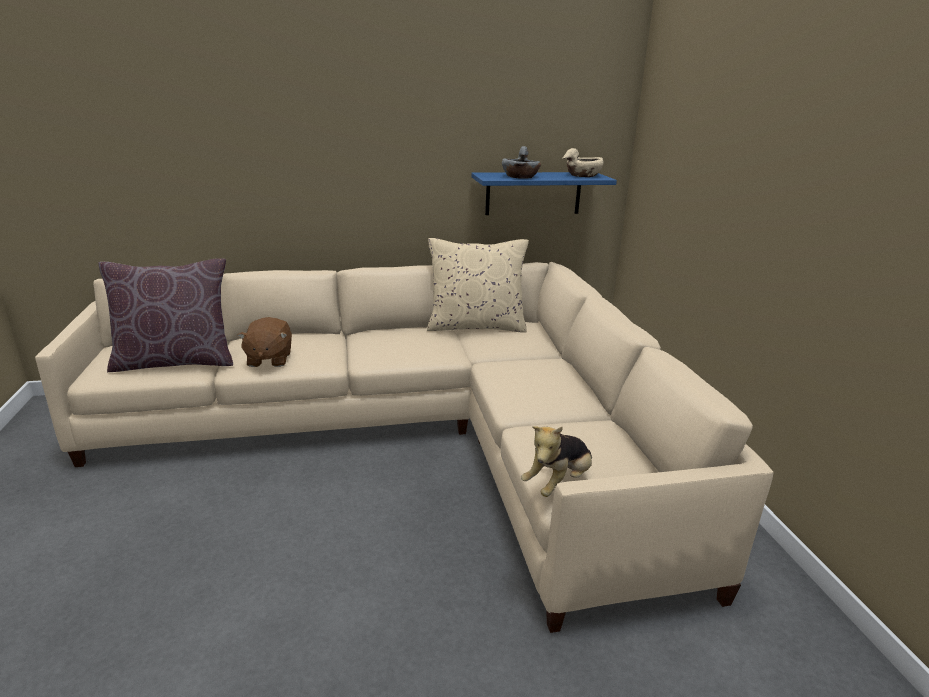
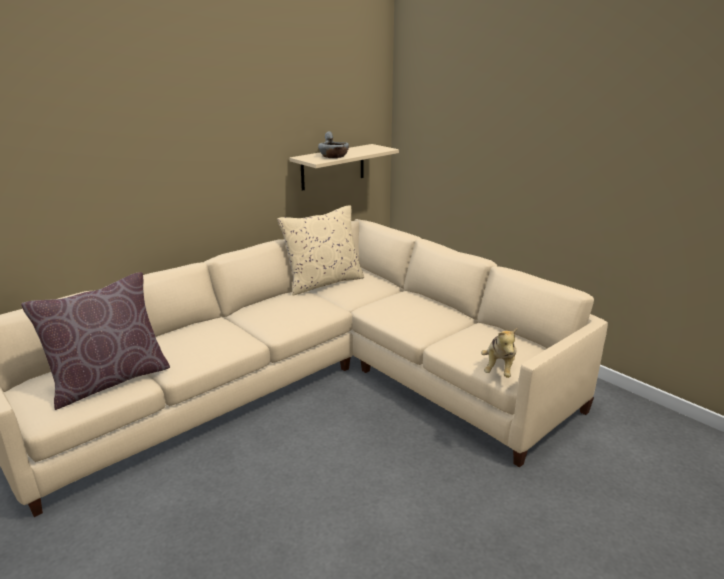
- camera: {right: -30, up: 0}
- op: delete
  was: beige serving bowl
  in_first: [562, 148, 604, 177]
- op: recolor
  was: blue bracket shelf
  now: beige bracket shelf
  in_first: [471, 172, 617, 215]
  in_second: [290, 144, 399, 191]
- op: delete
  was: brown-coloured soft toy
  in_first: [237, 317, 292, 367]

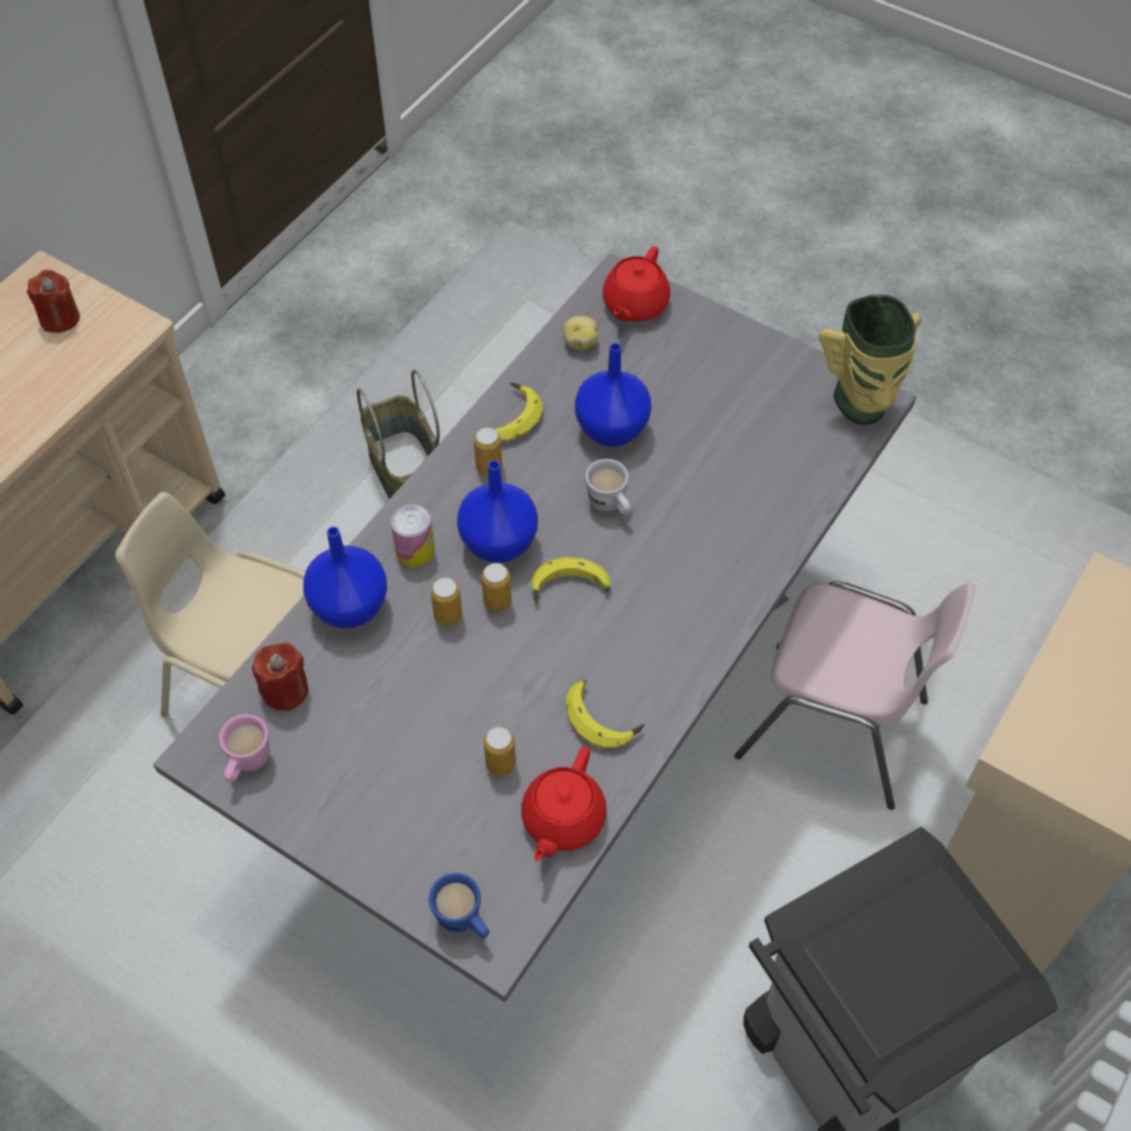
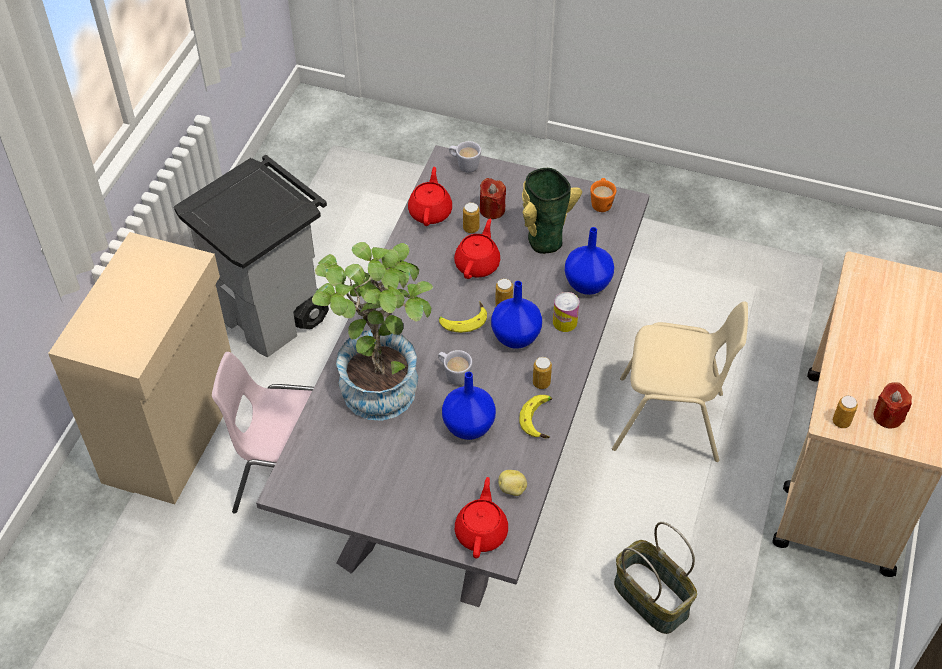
- camera: {right: 165, up: -5}
- op: move
  was: flower vase
  in_first: [819, 294, 921, 425]
  in_second: [522, 168, 583, 254]
- op: move
  was: can
  in_first: [431, 577, 462, 626]
  in_second: [833, 396, 858, 428]
- op: move
  was: red wax candle
  in_first: [252, 643, 308, 712]
  in_second: [480, 178, 506, 219]
- op: delete
  was: banana
  in_first: [566, 680, 644, 748]
- op: recolor
  was: pink tea mug
  now: orangey tea mug
  in_first: [219, 714, 270, 783]
  in_second: [590, 178, 616, 212]
- op: recolor
  was: blue tea mug
  now: whitish tea mug
  in_first: [429, 873, 489, 939]
  in_second: [449, 141, 481, 173]
- op: insert
  now: red pot for tea
  in_second: [454, 219, 500, 279]
- op: insert
  now: houseplant
  in_second: [312, 242, 433, 421]

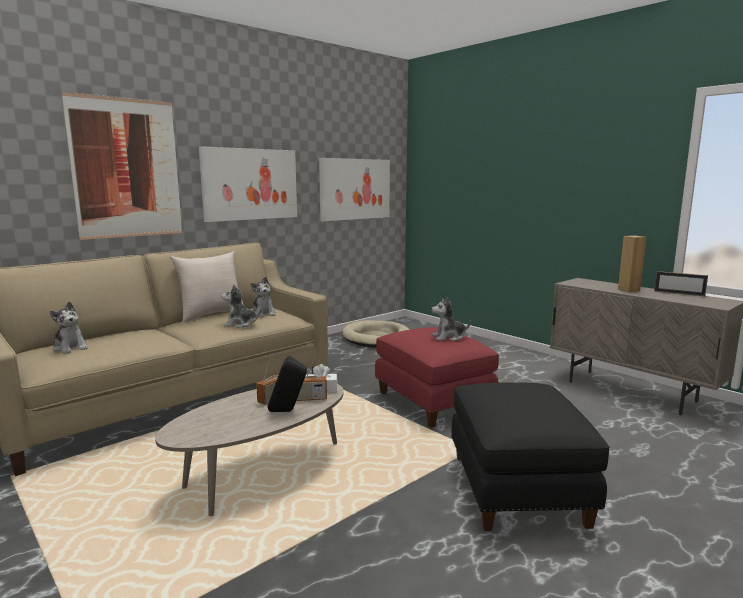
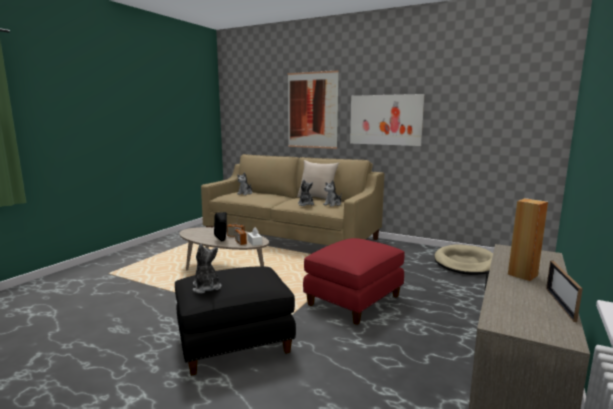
- camera: {right: 70, up: 0}
- op: delete
  was: wall picture
  in_first: [319, 158, 390, 221]
- op: move
  was: soft toy
  in_first: [431, 297, 471, 341]
  in_second: [192, 244, 222, 293]

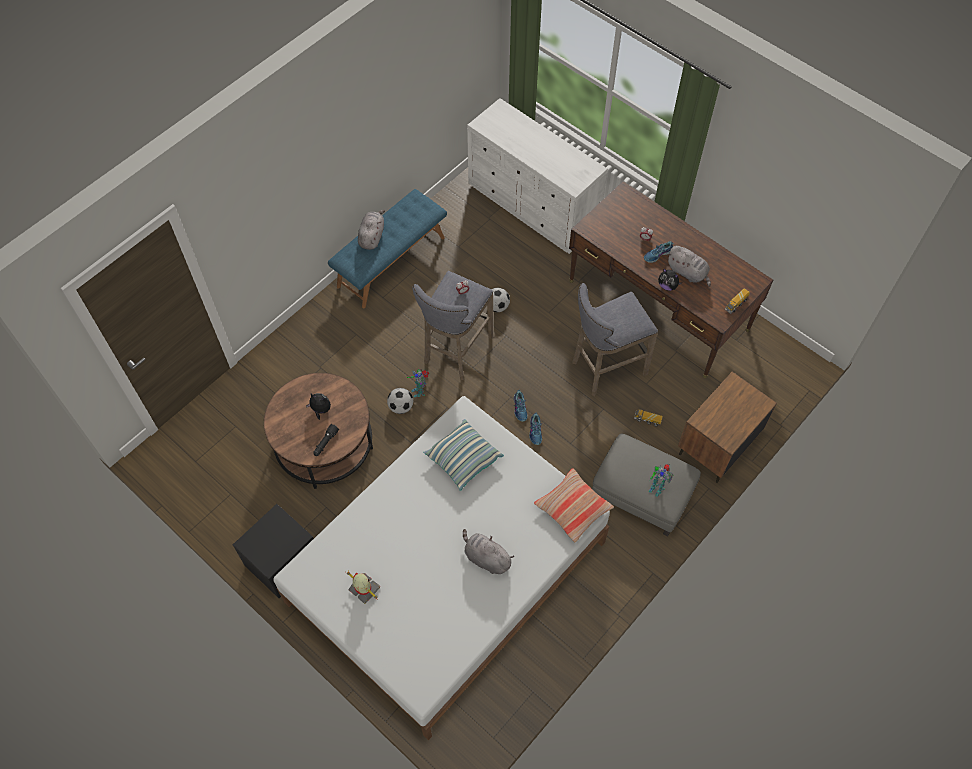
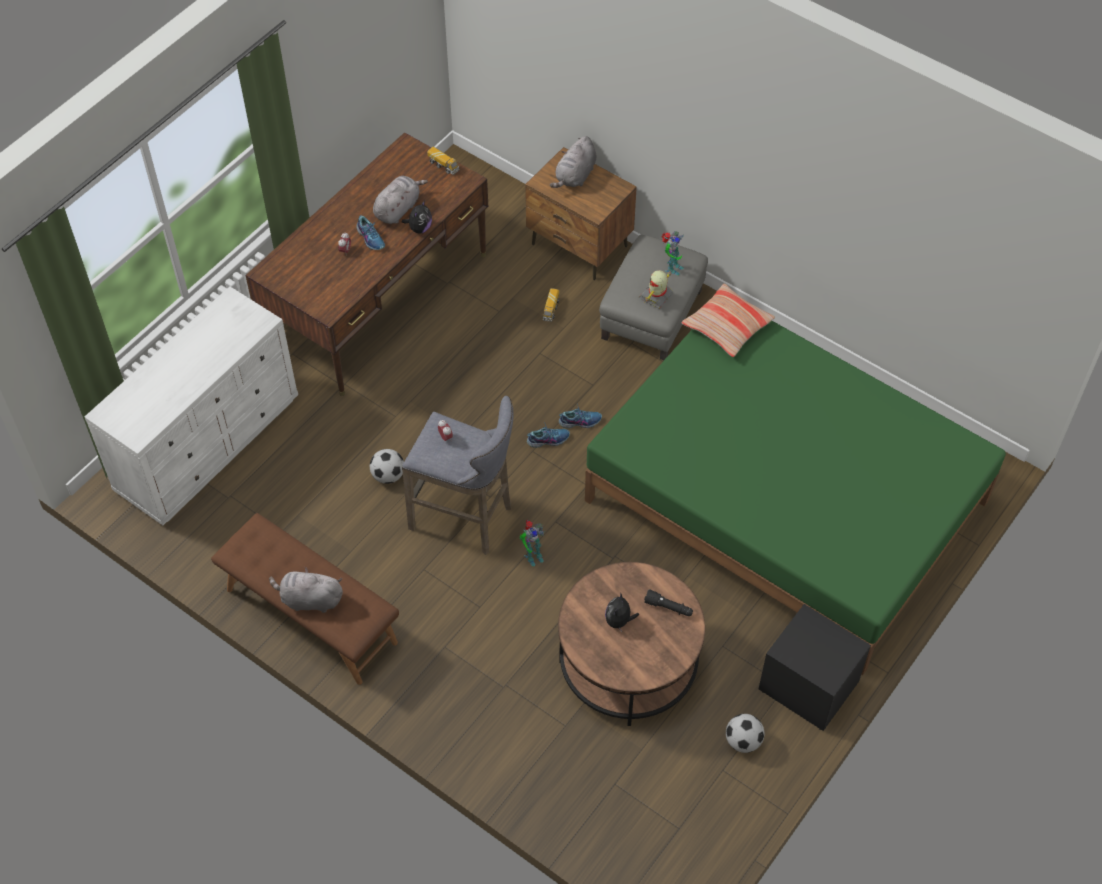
- camera: {right: -95, up: -5}
- op: recolor
  was: blue long seat
  now: brown-coloured long seat
  in_first: [328, 189, 447, 308]
  in_second: [211, 513, 399, 685]
- op: delete
  was: gray stool seat
  in_first: [573, 283, 658, 396]
- op: move
  was: ball for football
  in_first: [387, 388, 413, 414]
  in_second: [726, 714, 764, 753]
- op: recolor
  was: whitish sleeping bed
  now: green-coloured sleeping bed
  in_first: [273, 396, 610, 740]
  in_second: [585, 321, 1006, 675]
- op: delete
  was: pillow
  in_first: [423, 419, 504, 491]
- op: move
  was: gray soft toy
  in_first: [463, 529, 514, 574]
  in_second: [550, 136, 596, 188]
- op: move
  was: toy robot
  in_first: [347, 572, 381, 604]
  in_second: [639, 270, 673, 309]

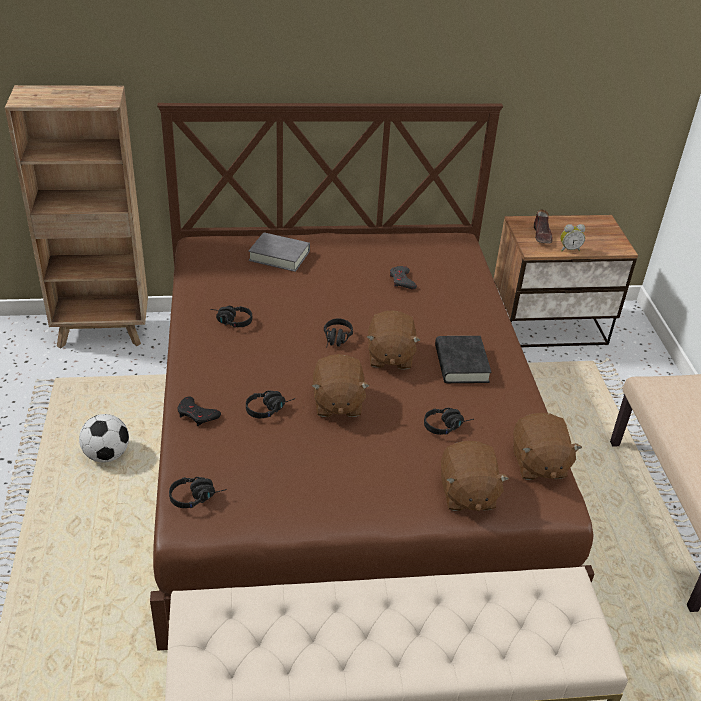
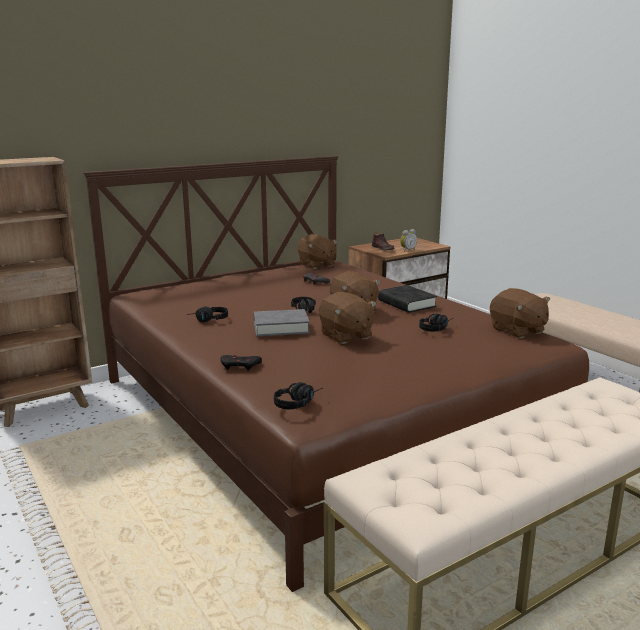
- camera: {right: -25, up: -20}
- op: move
  was: gray book
  in_first: [249, 232, 310, 272]
  in_second: [254, 309, 310, 336]
- op: delete
  was: blackish headset
  in_first: [246, 391, 296, 418]
- op: delete
  was: ball for football
  in_first: [79, 414, 129, 463]
- op: move
  was: brown-coloured soft toy
  in_first: [441, 441, 509, 511]
  in_second: [298, 234, 338, 269]

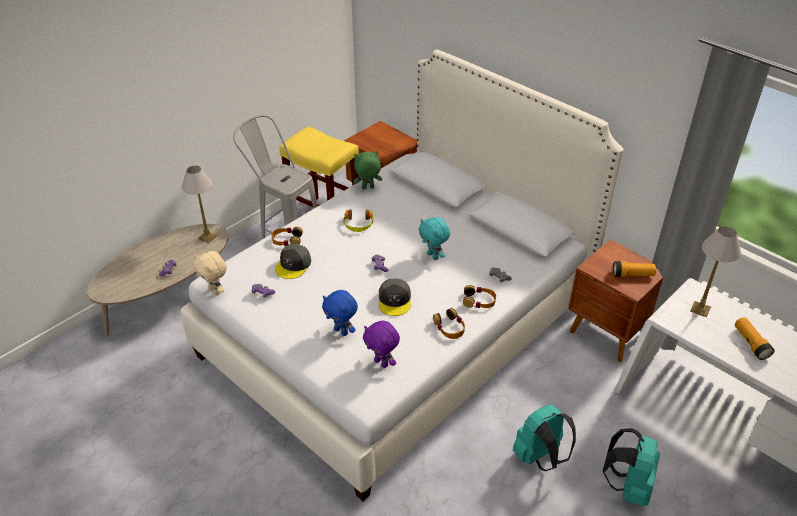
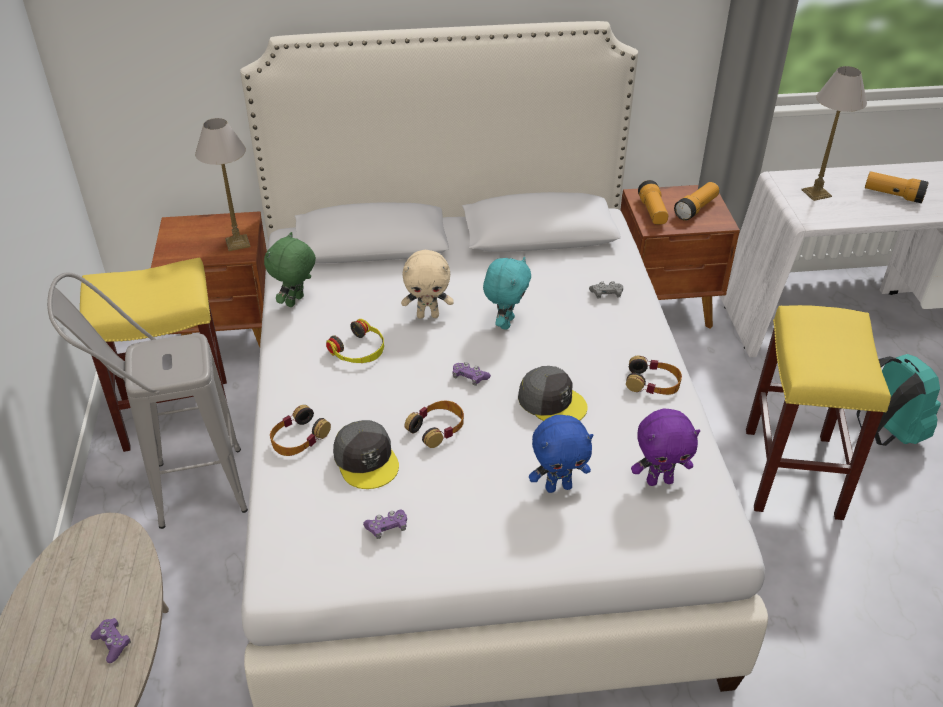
- camera: {right: -50, up: 0}
- op: move
  was: tabletop lamp
  in_first: [182, 166, 217, 243]
  in_second: [195, 118, 250, 251]
- op: rotate
  was: turquoise soft toy
  in_first: [419, 217, 450, 260]
  in_second: [483, 257, 531, 330]
  clockwise: -75
- op: move
  was: beige soft toy
  in_first: [193, 251, 227, 296]
  in_second: [401, 250, 454, 319]
- op: move
  was: headset
  in_first: [463, 285, 496, 308]
  in_second: [404, 400, 464, 448]
- op: replace
  was: turquoise backpack
  now: yellowish stool seat
  in_first: [512, 404, 576, 471]
  in_second: [746, 305, 891, 520]
- op: insert
  now: hand torch
  in_second: [638, 180, 668, 225]

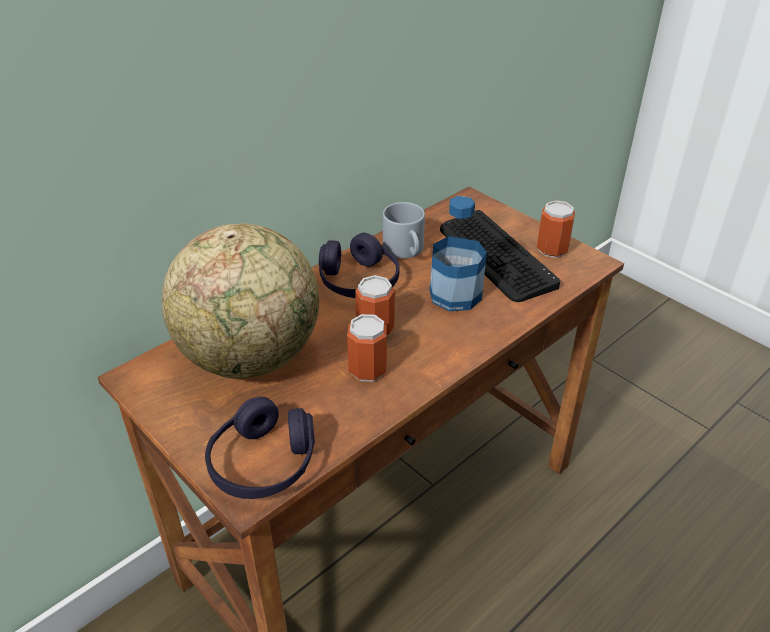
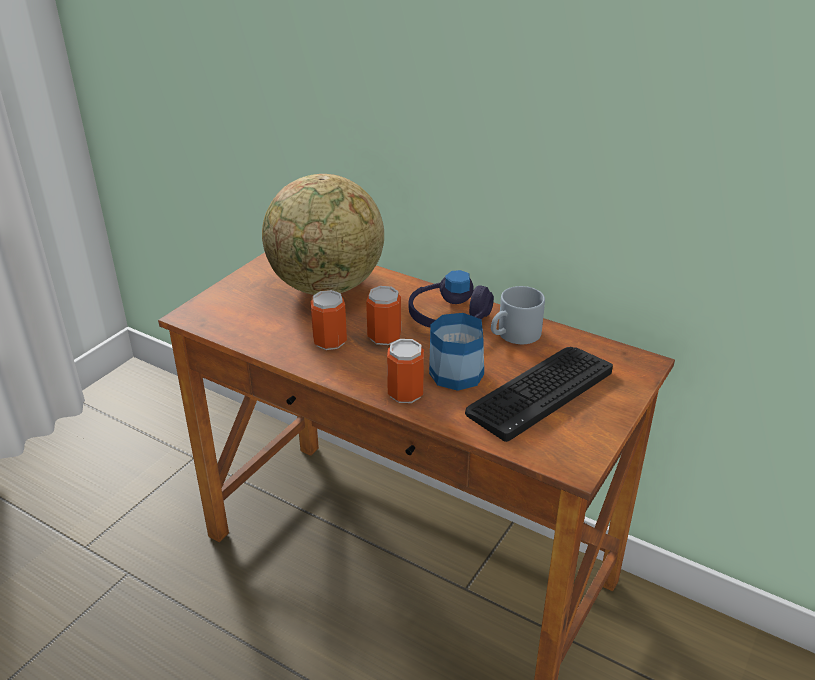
- camera: {right: 75, up: -5}
- op: move
  was: can
  in_first: [537, 200, 575, 258]
  in_second: [387, 339, 424, 403]
- op: delete
  was: purple-coloured headset
  in_first: [205, 397, 315, 499]

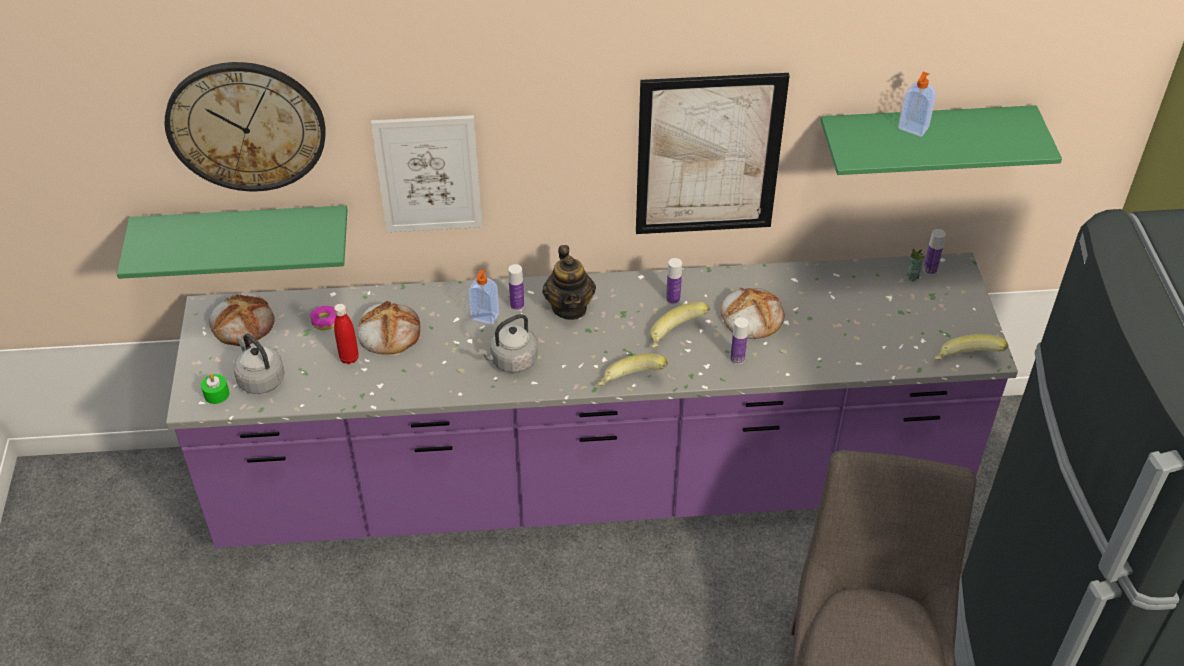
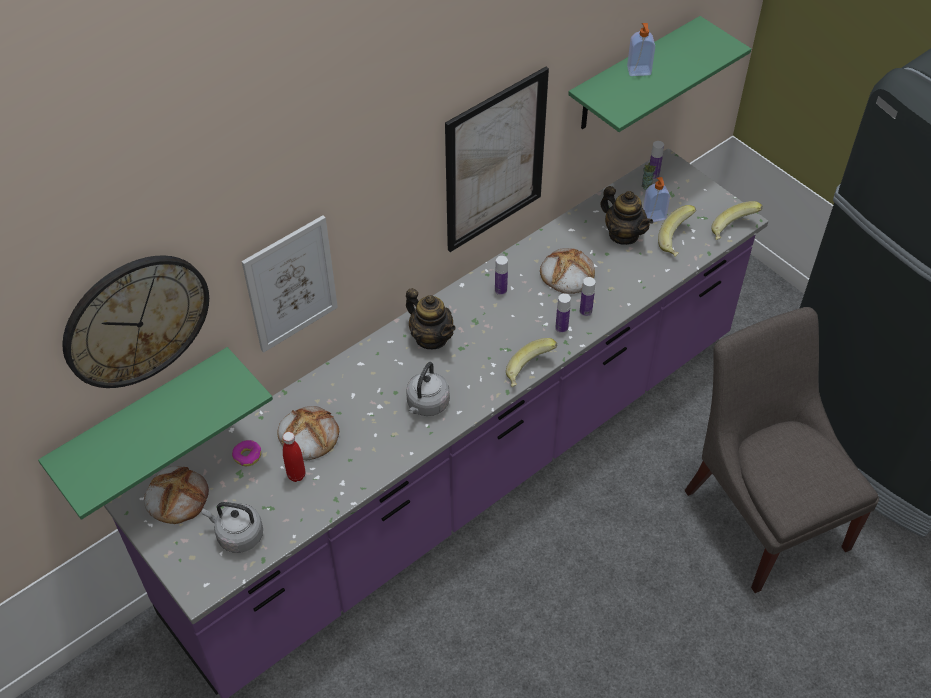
- camera: {right: -35, up: 5}
- op: move
  was: beverage bottle
  in_first: [508, 264, 524, 311]
  in_second: [555, 293, 571, 333]
- op: move
  was: soap dispenser
  in_first: [468, 269, 499, 325]
  in_second: [643, 177, 670, 222]
- op: move
  was: banana
  in_first: [650, 302, 710, 348]
  in_second: [658, 205, 696, 257]
- op: delete
  was: green-coloured wax candle
  in_first: [201, 374, 229, 404]
- op: insert
  now: pot for tea
  in_second: [600, 186, 653, 245]

